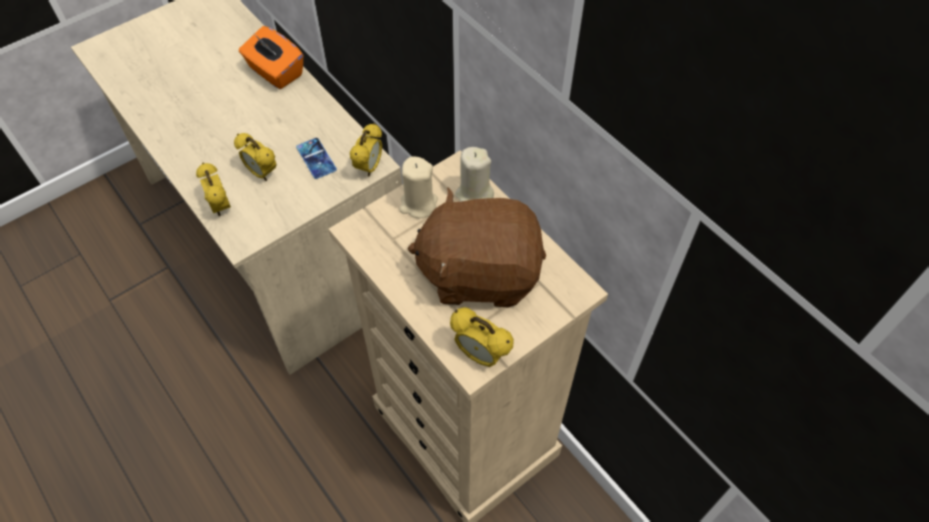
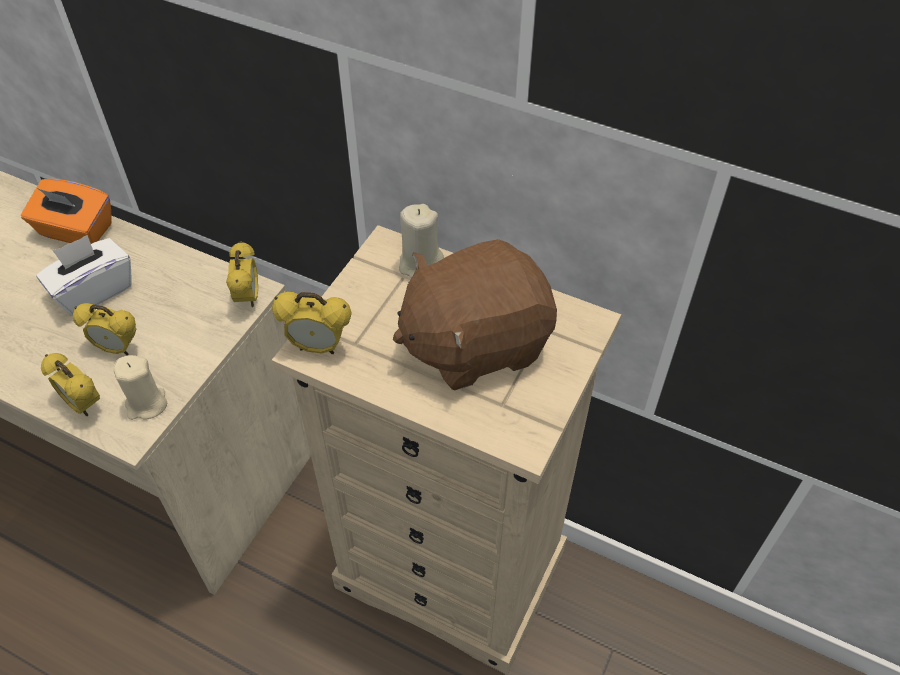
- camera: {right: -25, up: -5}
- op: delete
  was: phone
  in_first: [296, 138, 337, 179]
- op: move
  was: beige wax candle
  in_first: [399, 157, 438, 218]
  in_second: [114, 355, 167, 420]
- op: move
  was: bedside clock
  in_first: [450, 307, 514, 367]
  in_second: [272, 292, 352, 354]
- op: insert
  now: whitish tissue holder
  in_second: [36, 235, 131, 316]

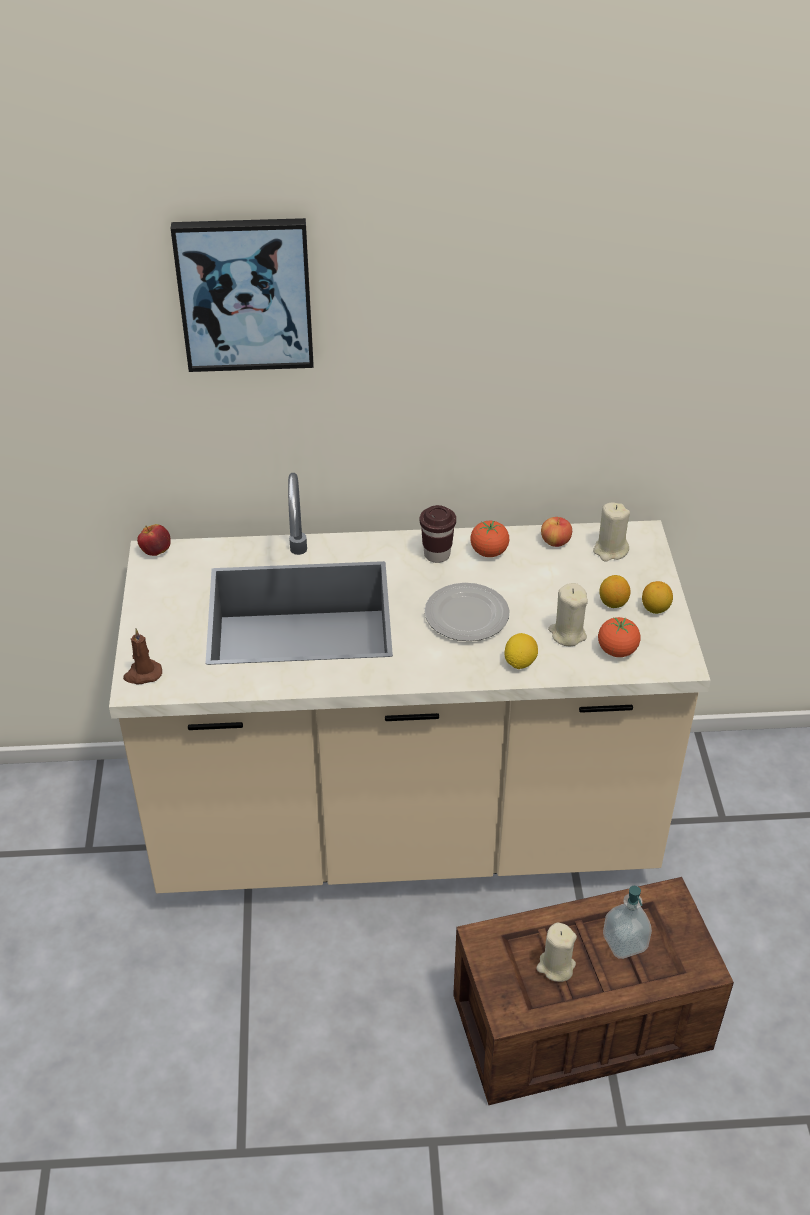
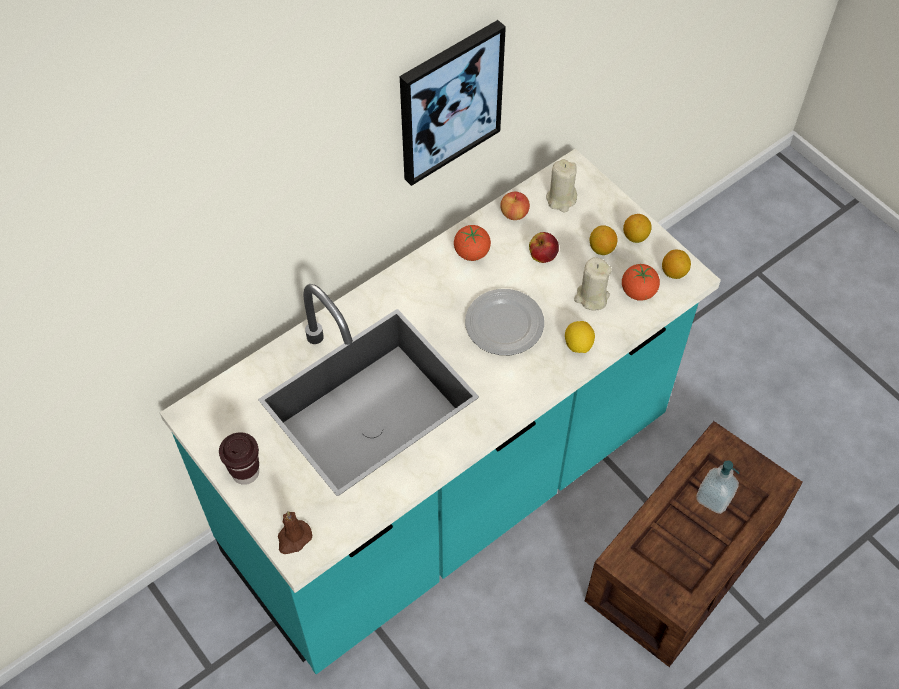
- camera: {right: -35, up: 15}
- op: move
  was: wall picture
  in_first: [171, 218, 314, 372]
  in_second: [400, 20, 506, 186]
- op: recolor
  was: beige kitchen counter
  now: turquoise kitchen counter
  in_first: [109, 473, 711, 893]
  in_second: [160, 149, 721, 674]
- op: move
  was: brown-coloured drinking cup
  in_first: [420, 505, 456, 563]
  in_second: [219, 432, 259, 485]
- op: move
  was: apple
  in_first: [137, 524, 171, 556]
  in_second: [529, 232, 559, 263]
- op: delete
  was: beige wax candle
  in_first: [537, 923, 577, 982]
- op: insert
  now: citrus fruit
  in_second: [662, 250, 691, 279]

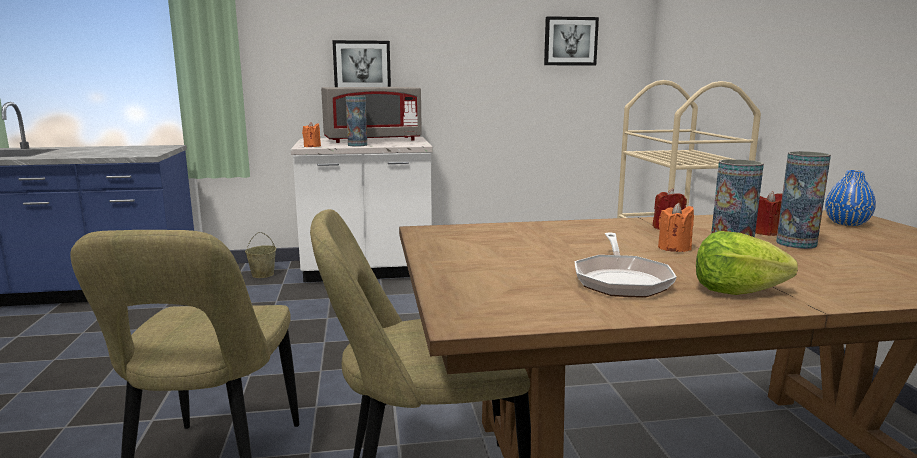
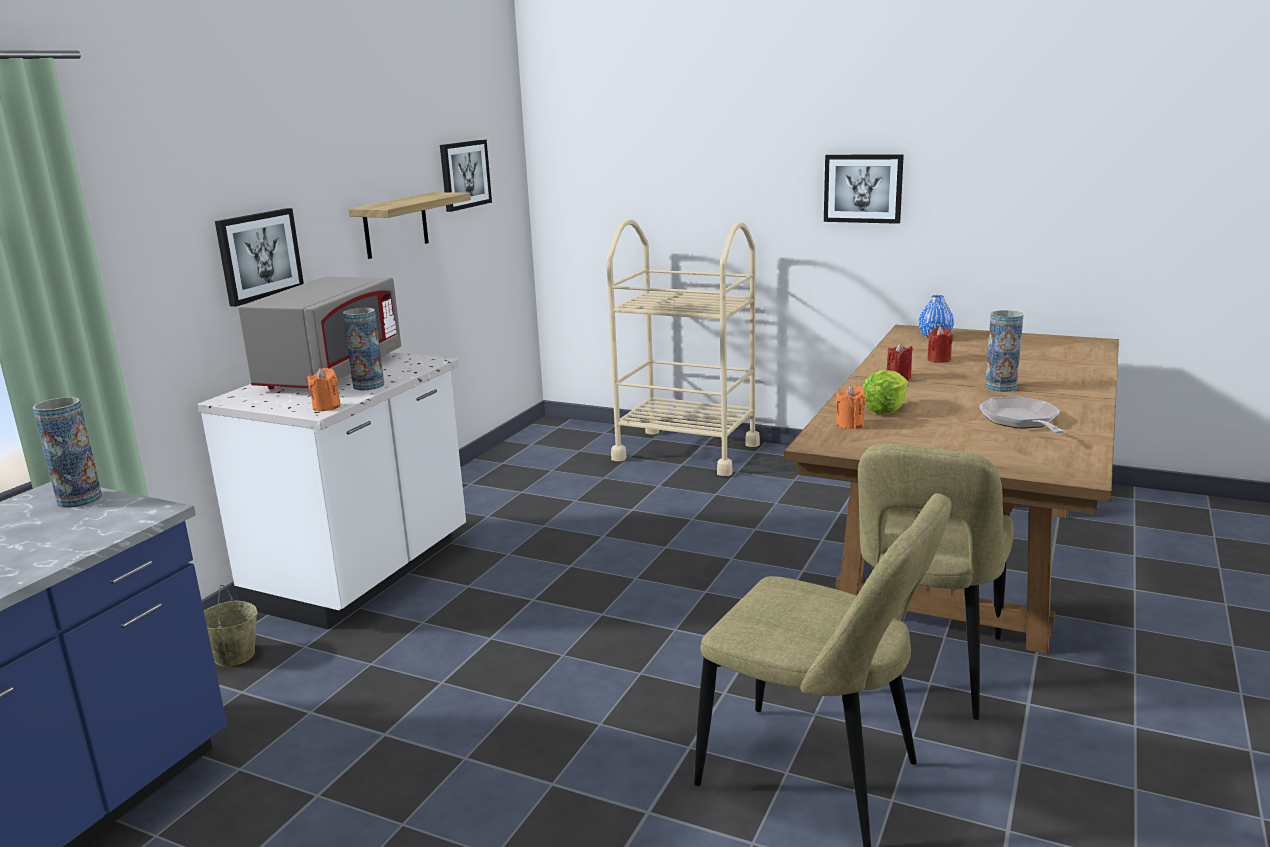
- camera: {right: -55, up: 5}
- op: move
  was: flower vase
  in_first: [776, 151, 831, 249]
  in_second: [33, 397, 102, 508]
- op: move
  was: orangey wax candle
  in_first: [658, 203, 694, 252]
  in_second: [836, 385, 865, 429]
- op: move
  was: head of lettuce
  in_first: [696, 231, 798, 295]
  in_second: [862, 370, 908, 414]
- op: rotate
  was: pan
  in_first: [575, 233, 677, 298]
  in_second: [979, 396, 1065, 433]
  clockwise: -135
- op: insert
  now: wall picture
  in_second: [824, 154, 904, 224]
- op: insert
  now: bracket shelf
  in_second: [348, 192, 471, 259]

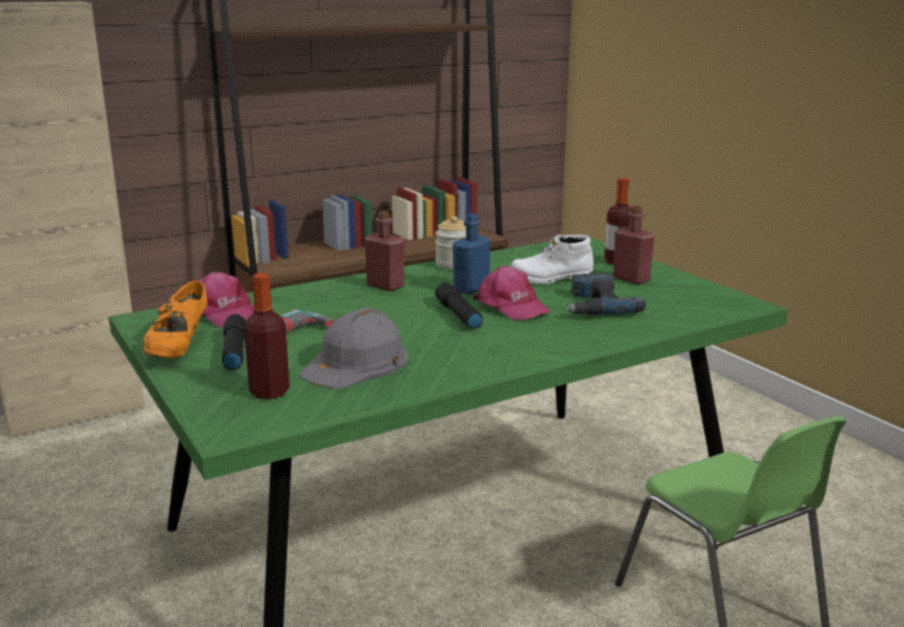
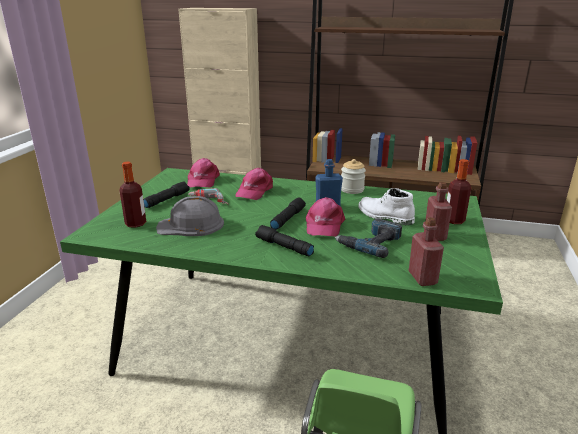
- camera: {right: 45, up: 5}
- op: move
  was: red beverage bottle
  in_first: [365, 211, 404, 291]
  in_second: [409, 217, 444, 286]
- op: delete
  was: orangey item of footwear
  in_first: [143, 280, 207, 358]
- op: insert
  now: pink baseball cap
  in_second: [235, 168, 273, 200]
- op: insert
  now: blackish hand torch
  in_second: [255, 225, 314, 256]

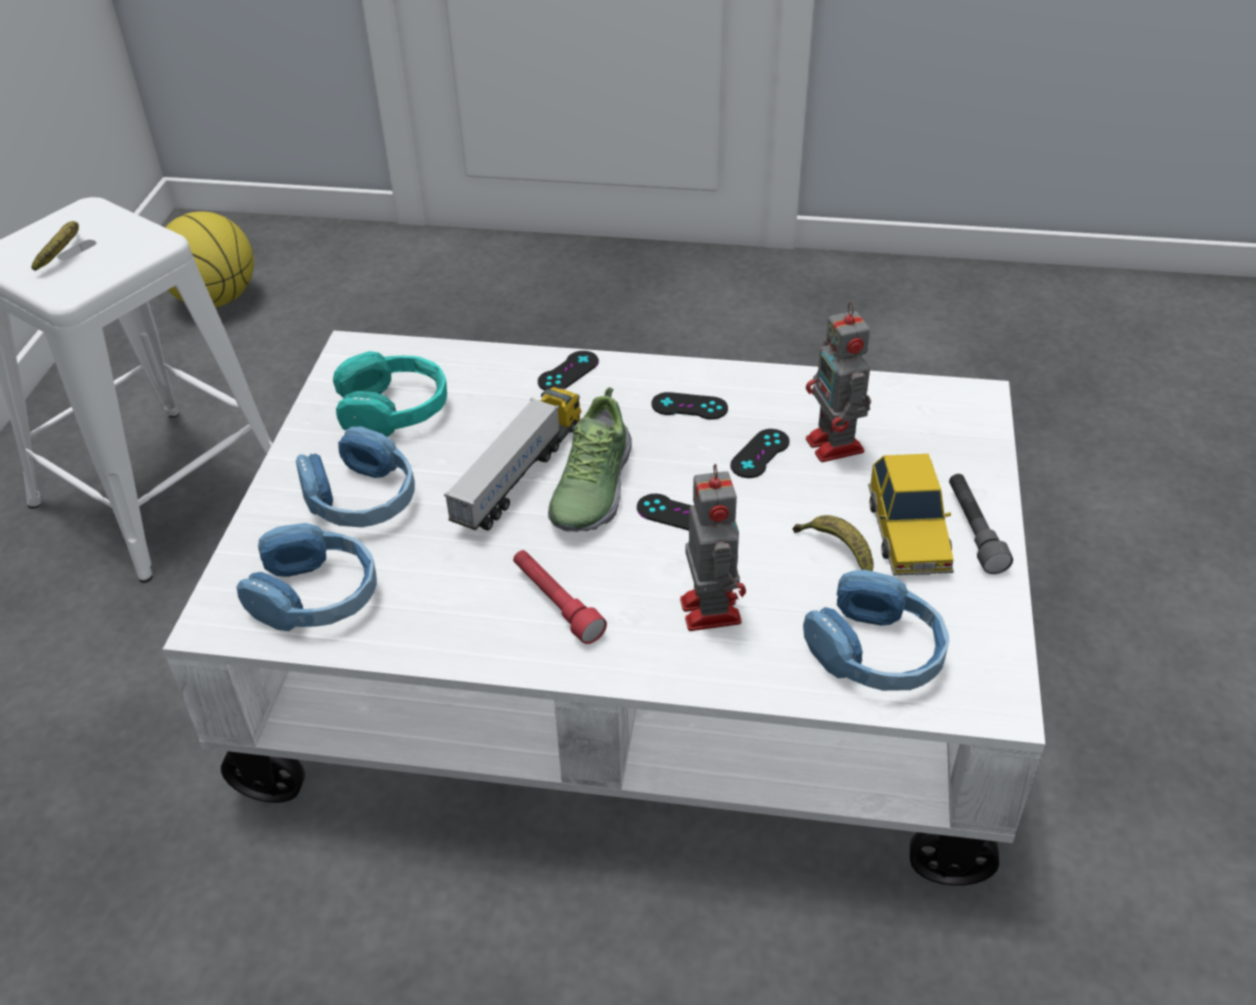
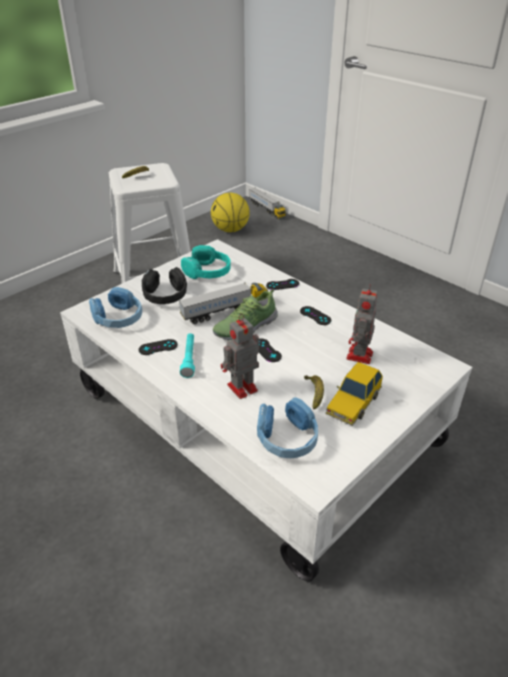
- camera: {right: 35, up: -5}
- op: recolor
  was: blue headset
  now: blackish headset
  in_first: [296, 427, 415, 527]
  in_second: [142, 267, 187, 304]
- op: move
  was: blackish game controller
  in_first: [730, 429, 790, 478]
  in_second: [139, 339, 178, 355]
- op: rotate
  was: toy robot
  in_first: [680, 464, 746, 631]
  in_second: [221, 314, 259, 399]
  clockwise: -150
- op: delete
  was: gray hand torch
  in_first: [949, 474, 1013, 574]
- op: recolor
  was: red hand torch
  now: turquoise hand torch
  in_first: [513, 550, 607, 644]
  in_second: [180, 333, 195, 378]
- op: insert
  now: model truck
  in_second: [249, 187, 286, 220]

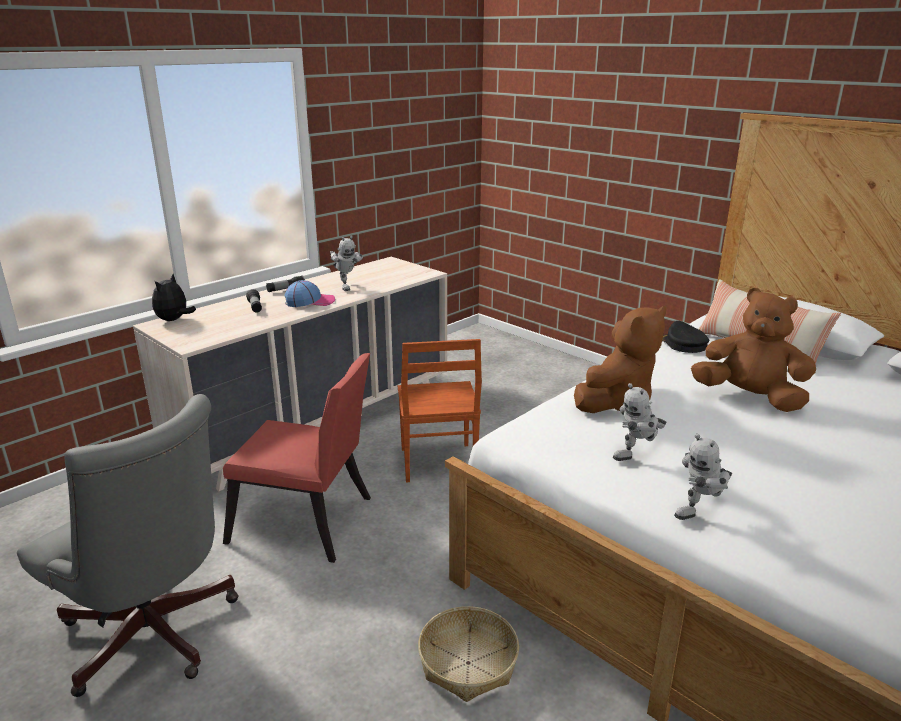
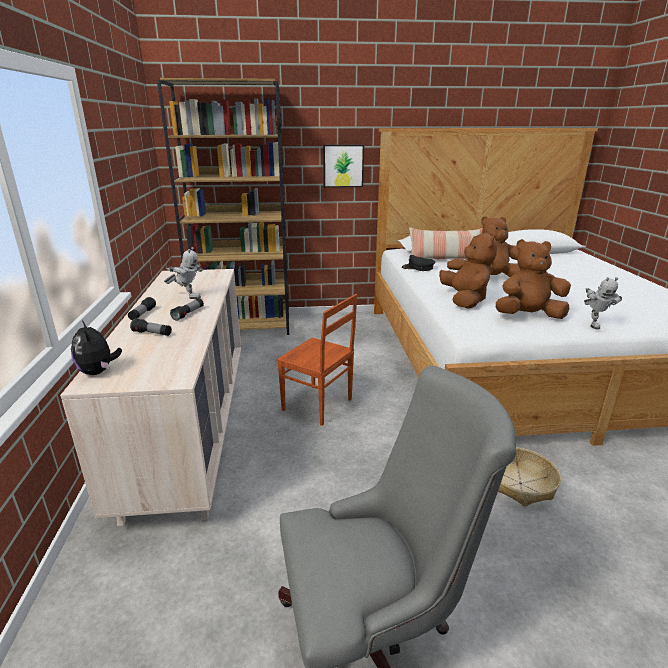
- camera: {right: -50, up: 0}
- op: replace
  was: baseball cap
  now: hand torch
  in_first: [284, 280, 335, 307]
  in_second: [170, 298, 204, 321]
- op: delete
  was: red chair
  in_first: [223, 353, 371, 563]
- op: replace
  was: toy robot
  now: brown-coloured soft toy
  in_first: [613, 383, 667, 461]
  in_second: [496, 239, 571, 319]
- op: insert
  now: brown-coloured bookcase
  in_second: [157, 78, 289, 335]
- op: insert
  now: wall picture
  in_second: [323, 144, 364, 188]

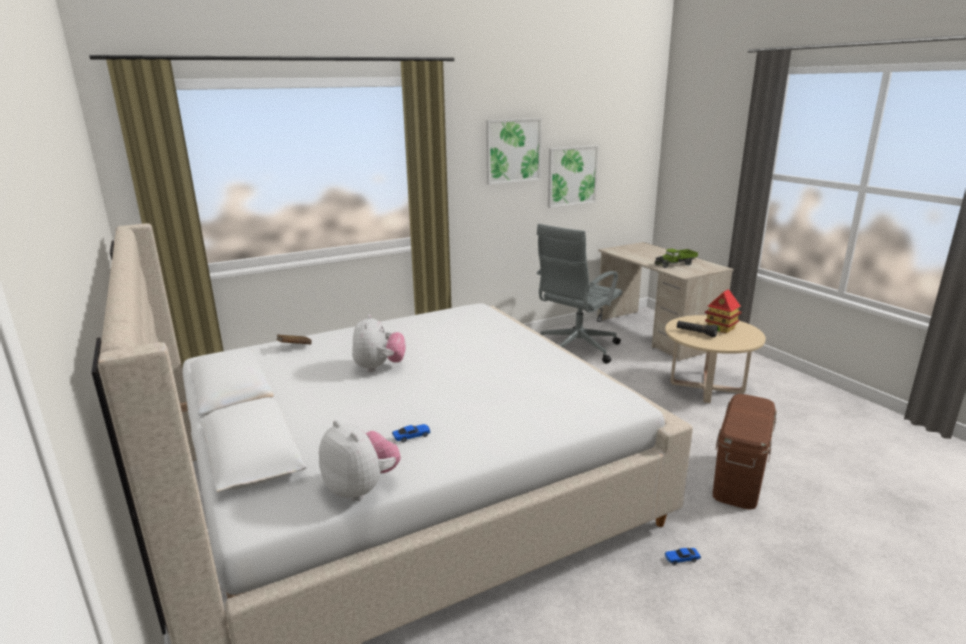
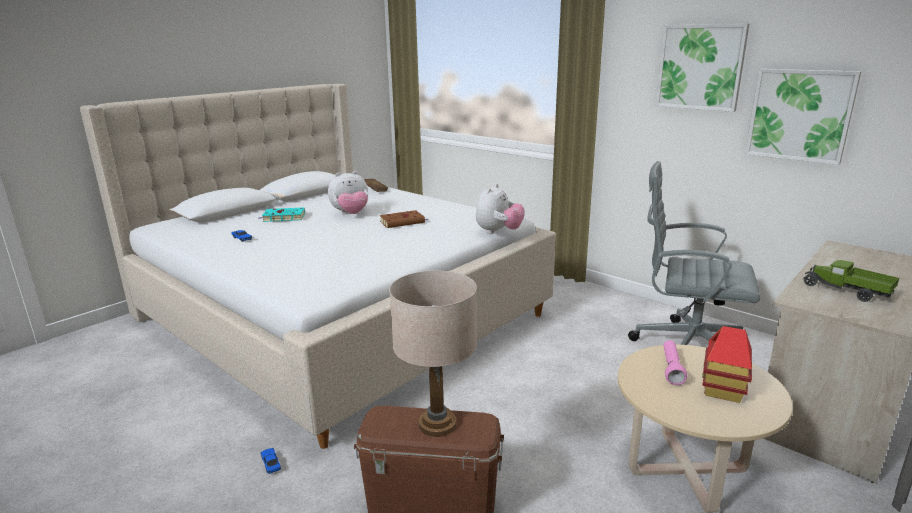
- camera: {right: 70, up: 0}
- op: recolor
  was: blackish hand torch
  now: pink hand torch
  in_first: [677, 321, 718, 337]
  in_second: [663, 340, 687, 385]
- op: move
  was: soft toy
  in_first: [319, 420, 401, 501]
  in_second: [476, 184, 525, 234]
- op: insert
  now: turquoise book
  in_second: [258, 208, 305, 222]
- op: insert
  now: brown-coloured book
  in_second: [380, 210, 428, 228]
- op: insert
  now: beige tabletop lamp
  in_second: [389, 271, 477, 437]

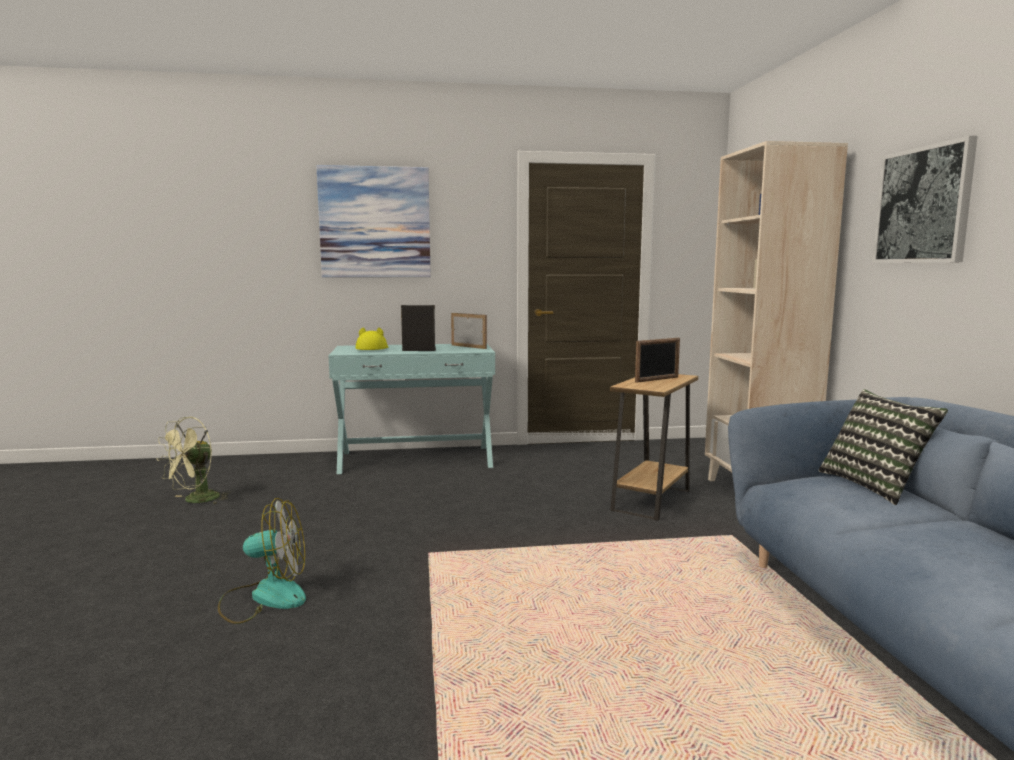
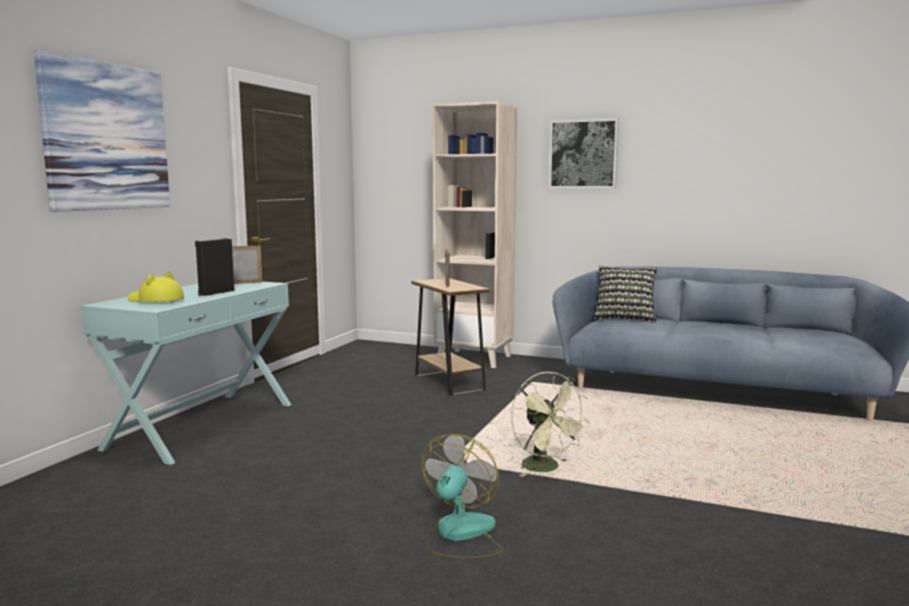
- camera: {right: -60, up: 0}
- op: move
  was: green-coloured cooling fan
  in_first: [156, 417, 231, 505]
  in_second: [511, 372, 589, 477]

